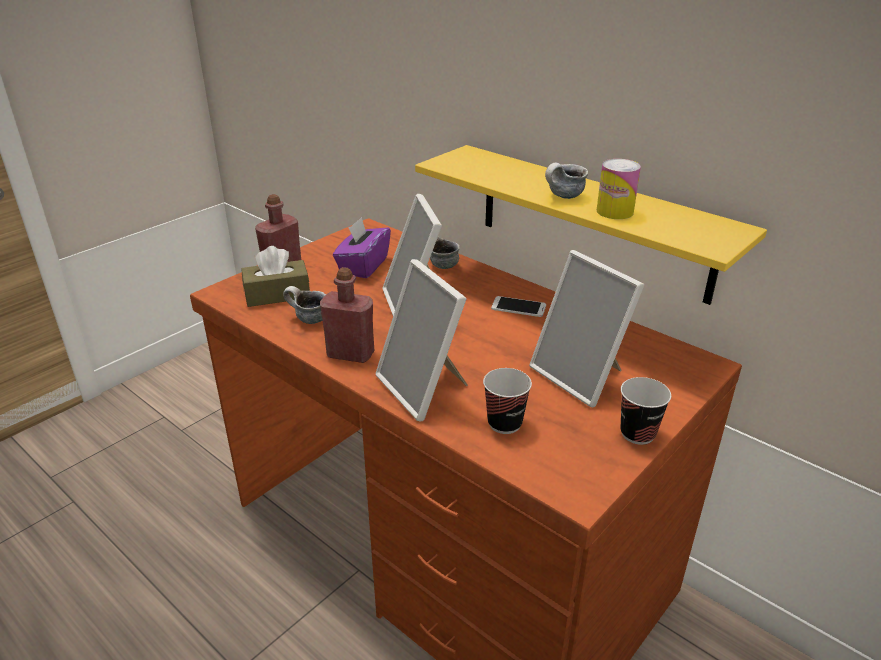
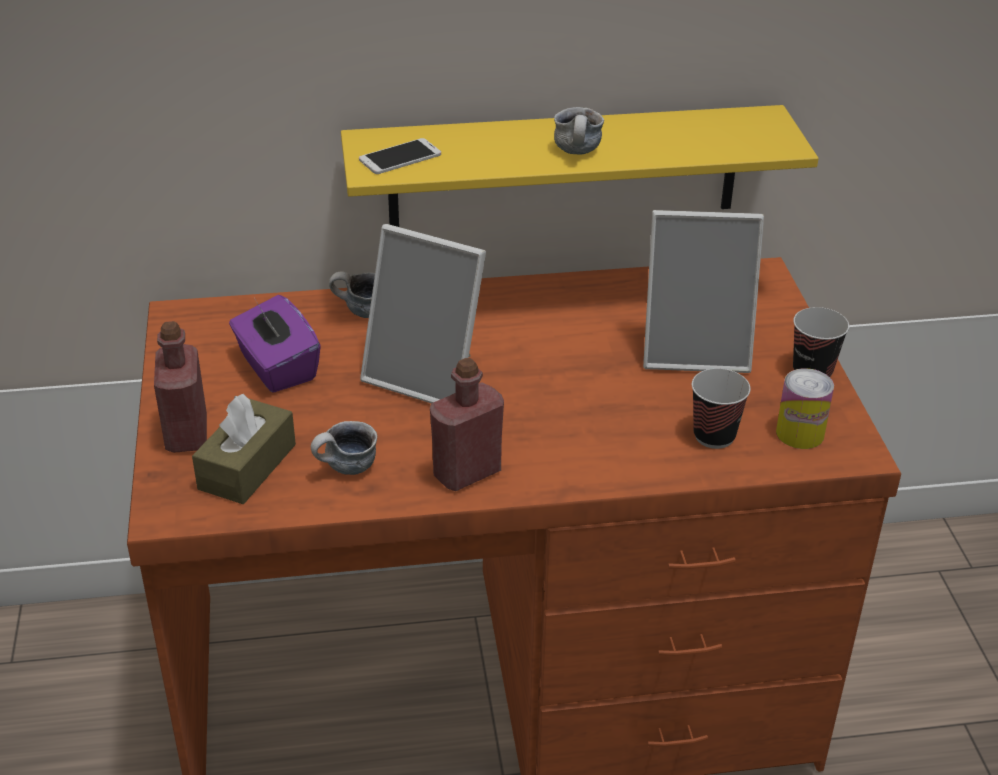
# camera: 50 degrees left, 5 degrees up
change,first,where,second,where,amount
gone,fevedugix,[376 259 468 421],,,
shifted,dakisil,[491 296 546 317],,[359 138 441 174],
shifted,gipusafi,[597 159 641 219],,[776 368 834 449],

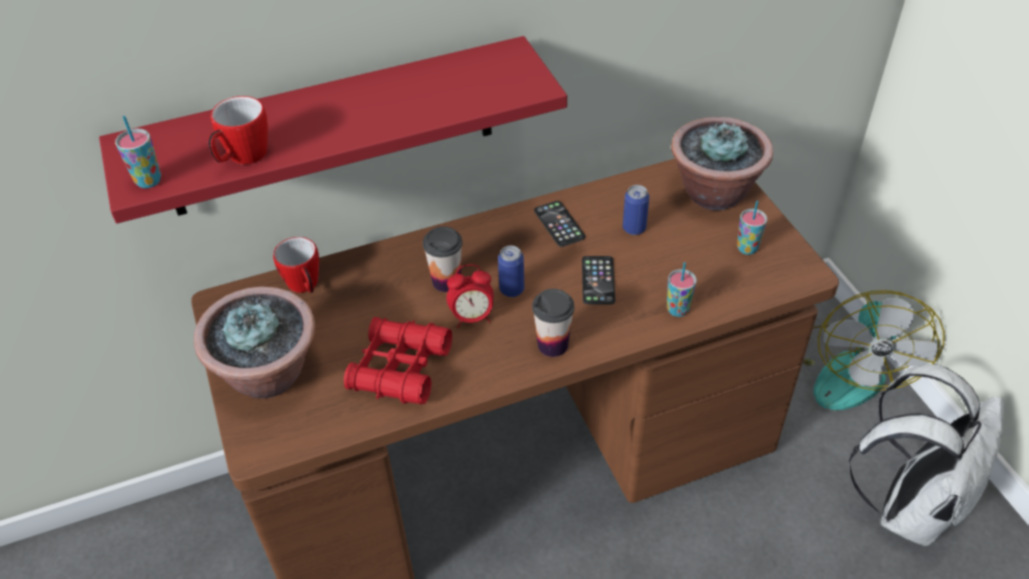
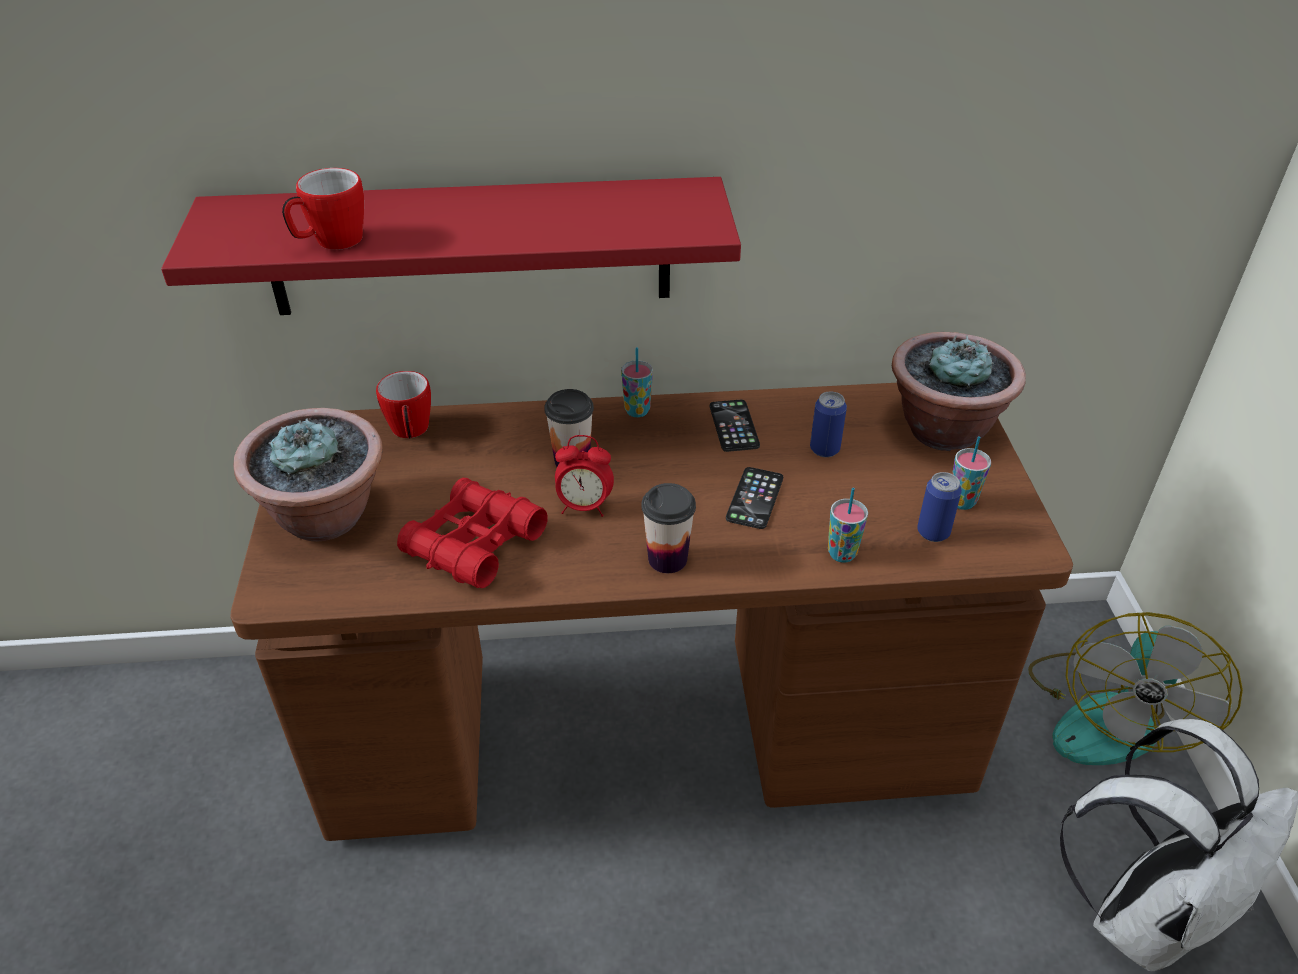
# camera: 15 degrees right, 5 degrees down
change,first,where,second,where,amount
shifted,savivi,[115 116 161 188],,[621 347 653 417],
shifted,gipusafi,[498 245 524 297],,[917 472 962 542],

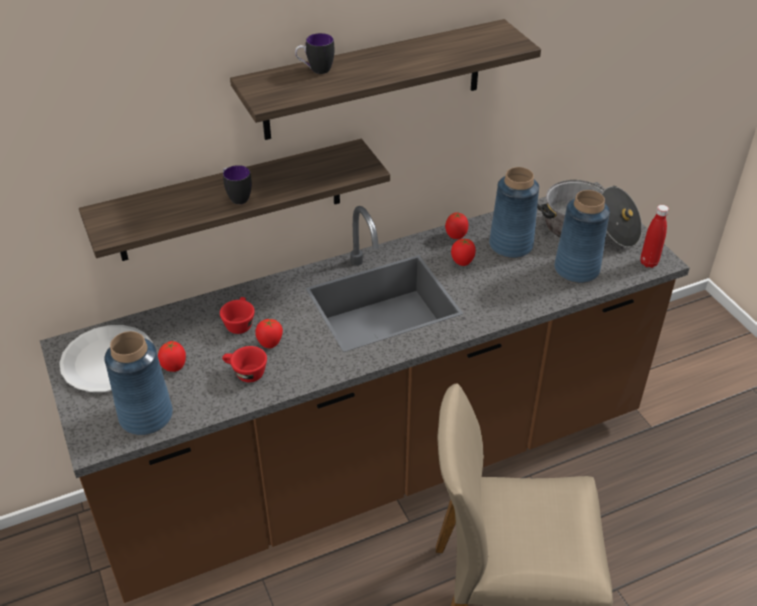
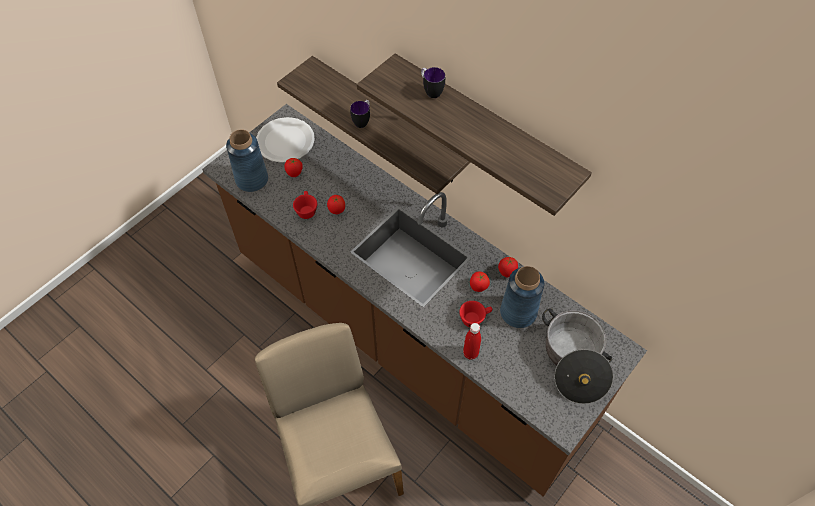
# camera: 65 degrees right, 15 degrees up
change,first,where,second,where,amount
gone,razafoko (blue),[554 190 610 283],,,
shifted,savivi (red),[220 297 255 334],,[459 301 492 327],
shifted,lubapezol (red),[640 205 669 268],,[463 323 481 360],

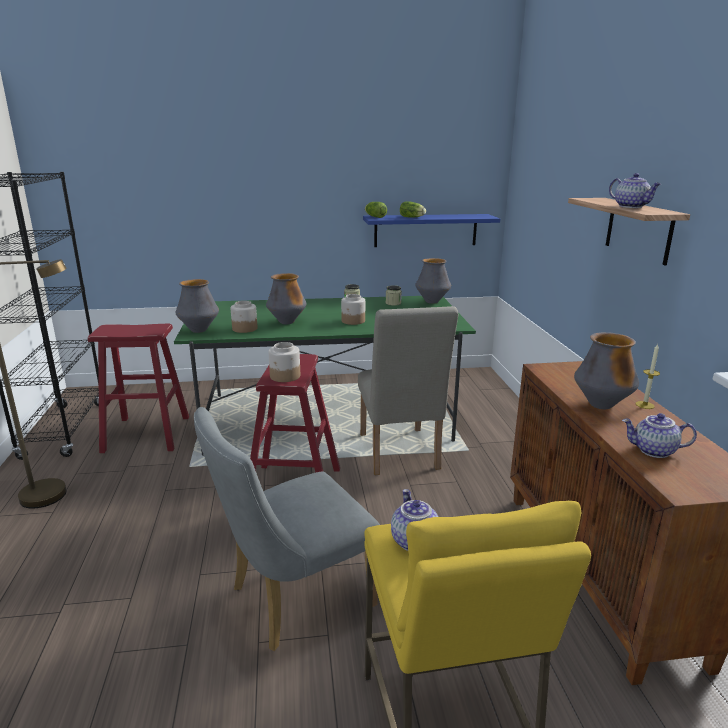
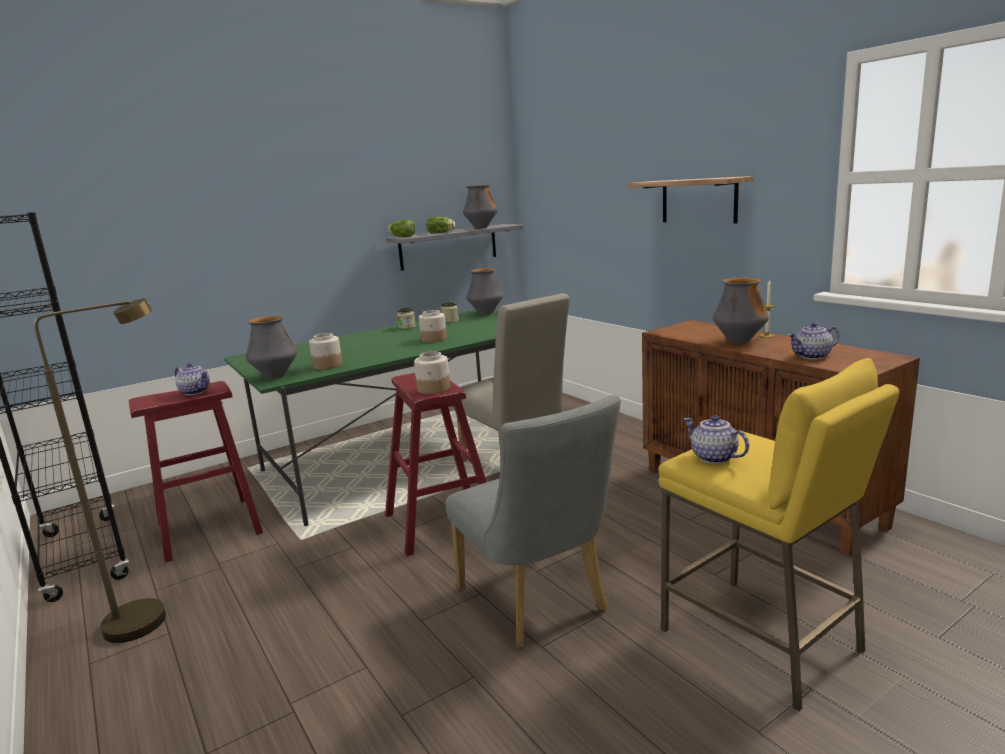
# camera: 25 degrees left, 5 degrees down
change,first,where,second,where,amount
shifted,razafoko,[266 273 306 324],,[463 185 498 229],
shifted,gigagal,[609 173 661 208],,[175 363 210 395],
repainted,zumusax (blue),[363 214 500 247],zumusax (grey),[386 224 524 271],
rotated,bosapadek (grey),[194 407 380 651],,[445 395 621 648],60 degrees counterclockwise

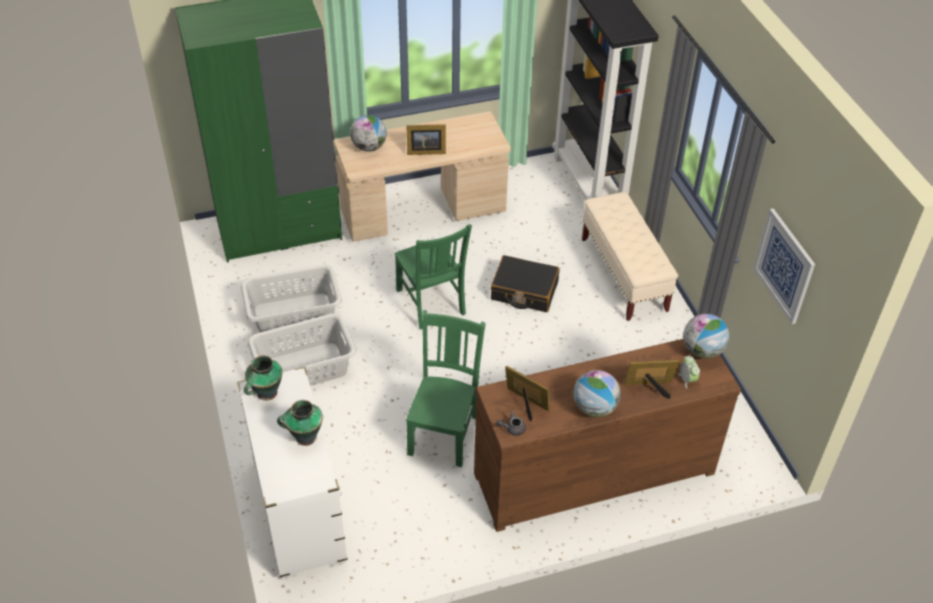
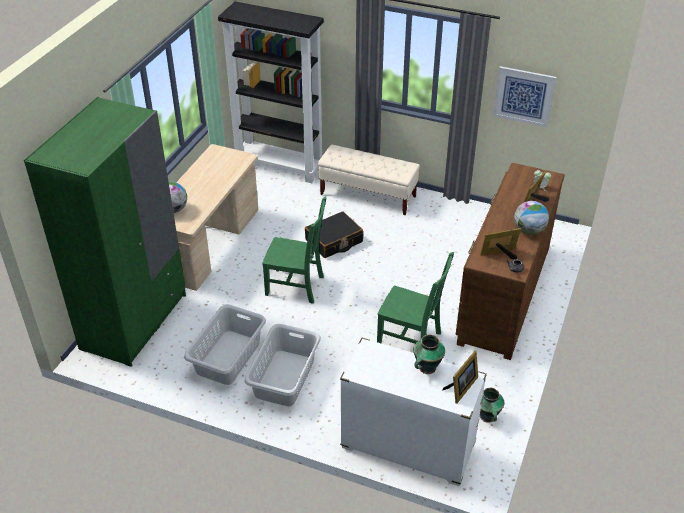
# camera: 50 degrees left, 5 degrees down
change,first,where,second,where,amount
gone,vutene,[683 314 729 359],,,
shifted,razafoko,[244 355 283 401],,[480 388 504 423],
shifted,fevedugix,[406 124 446 155],,[442 350 478 404],
rotated,bosapadek (green),[406 310 486 467],,[377 252 454 344],150 degrees clockwise

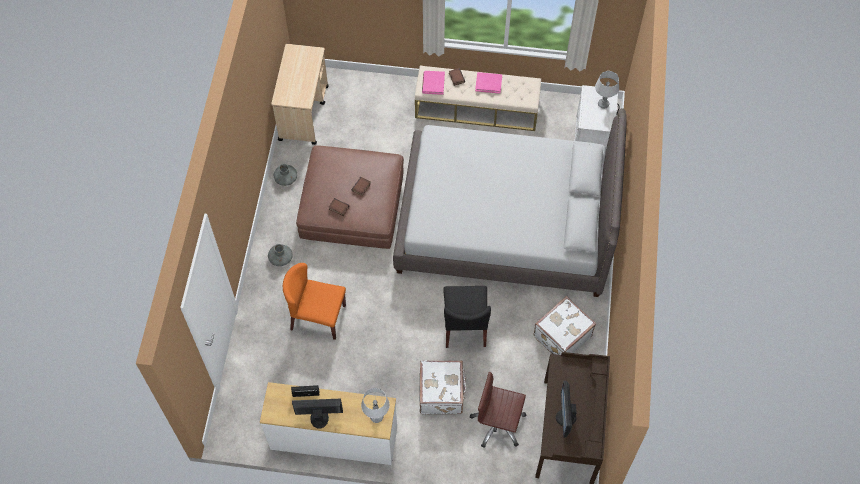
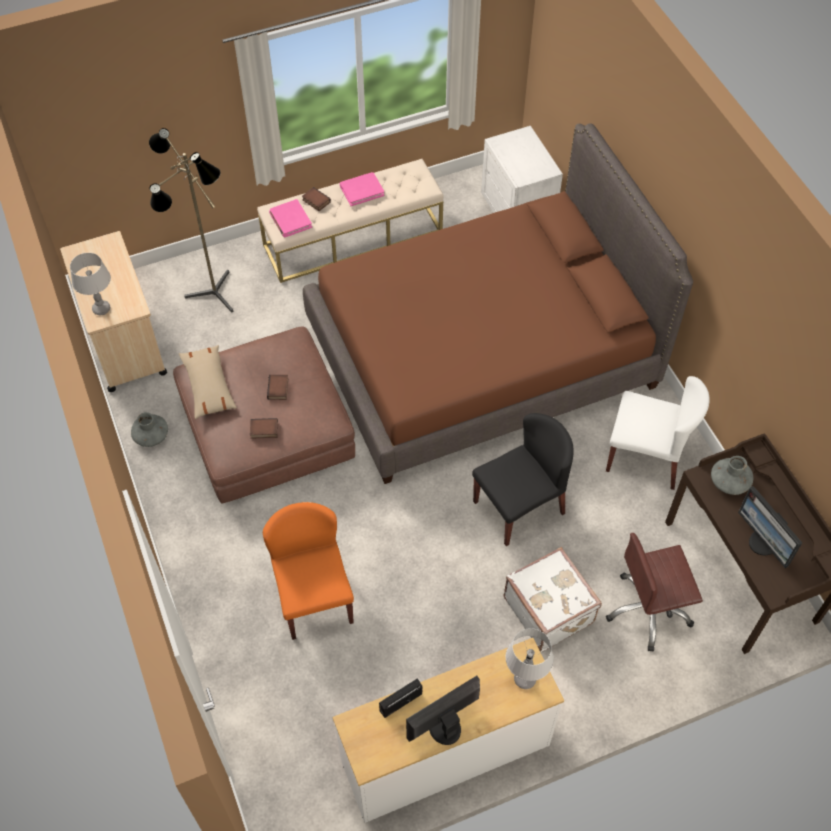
# camera: 30 degrees left, 5 degrees down
change,first,where,second,where,amount
new,,,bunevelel,[149 128 233 313],
new,,,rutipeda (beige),[179 345 237 419],
shifted,razafoko (grey),[268 244 293 266],,[711 456 753 495],
shifted,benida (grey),[595 71 619 109],,[70 253 111 315],
swapped,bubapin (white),[533 296 596 355],bosapadek (white),[606 376 710 490],
repainted,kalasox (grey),[393 108 627 297],kalasox (brown),[303 123 693 484],
rotated,bosapadek (orange),[283 263 346 340],,[263 502 354 640],90 degrees clockwise
rotated,bosapadek (black),[443 286 491 348],,[472 413 574 546],90 degrees counterclockwise

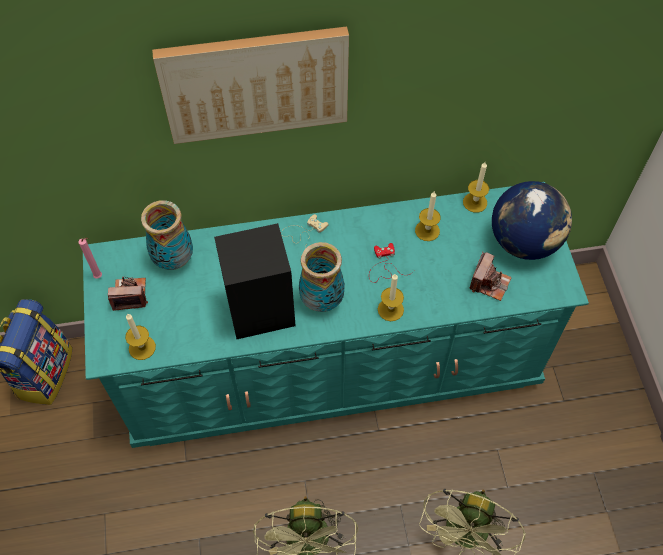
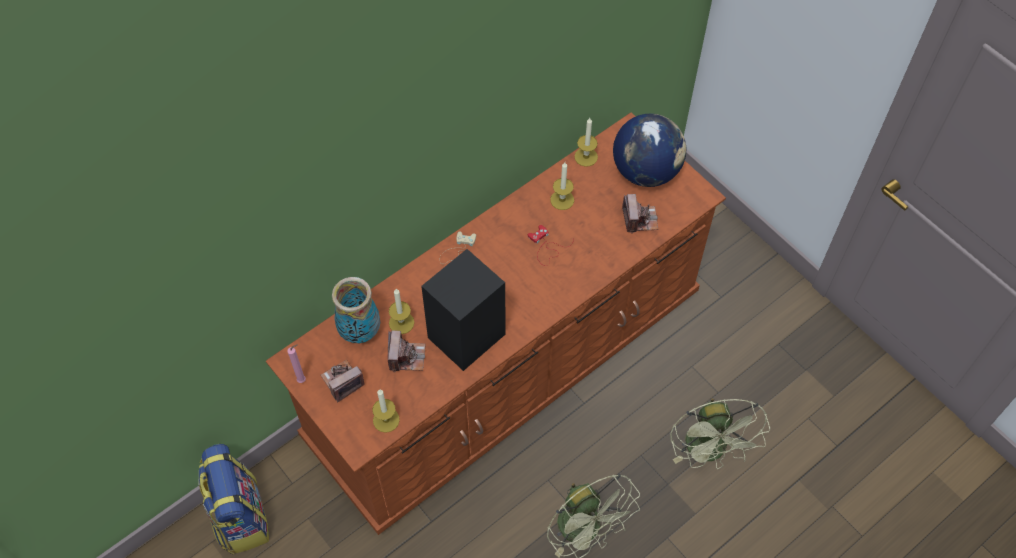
# camera: 30 degrees left, 0 degrees up
change,first,where,second,where,amount
gone,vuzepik,[152 26 349 144],,,
gone,razafoko,[299 242 345 312],,,
new,,,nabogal,[387 330 425 373],
shifted,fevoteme,[378 273 404 321],,[389 289 414 334],
repainted,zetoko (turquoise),[83 182 589 448],zetoko (brown),[266 112 726 535],

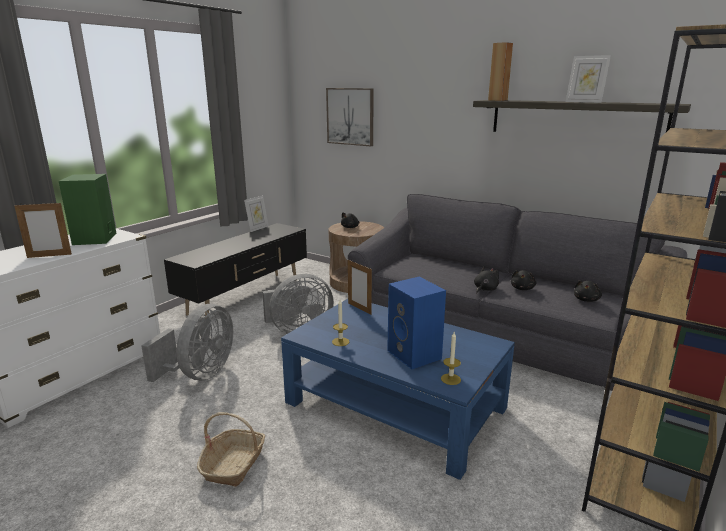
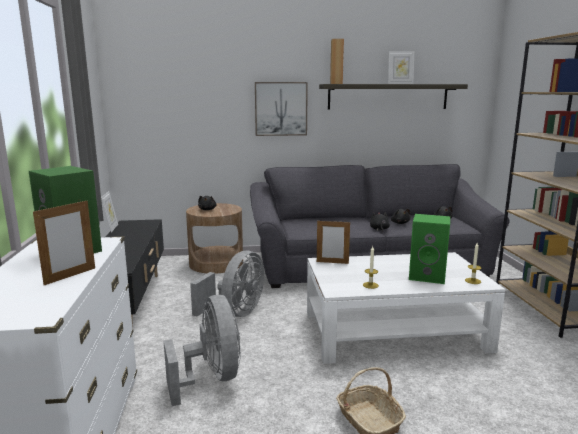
# camera: 40 degrees left, 5 degrees down
change,first,where,second,where,amount
shifted,vuzepik,[326 88 374 146],,[255 82 308 136],
repainted,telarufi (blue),[281 299 515 480],telarufi (white),[307 252 505 364],
repainted,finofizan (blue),[387 277 446 369],finofizan (green),[409 214 450 284],

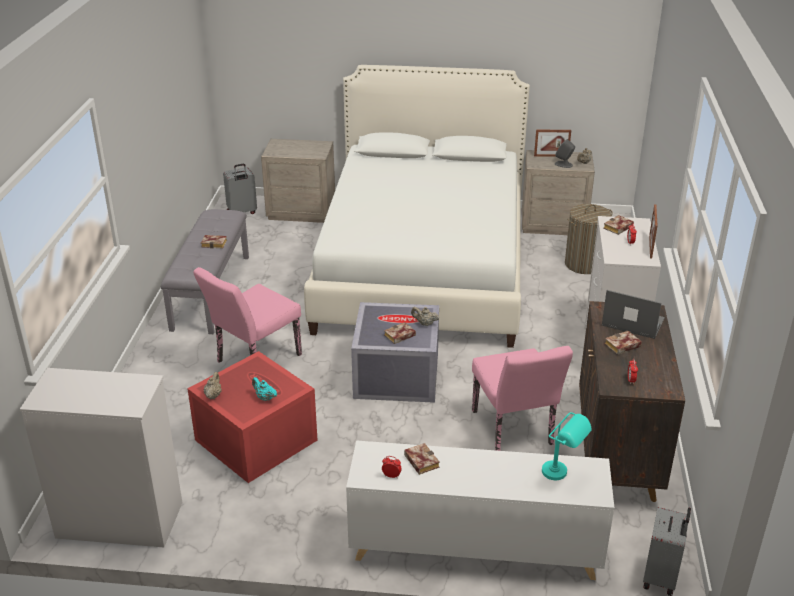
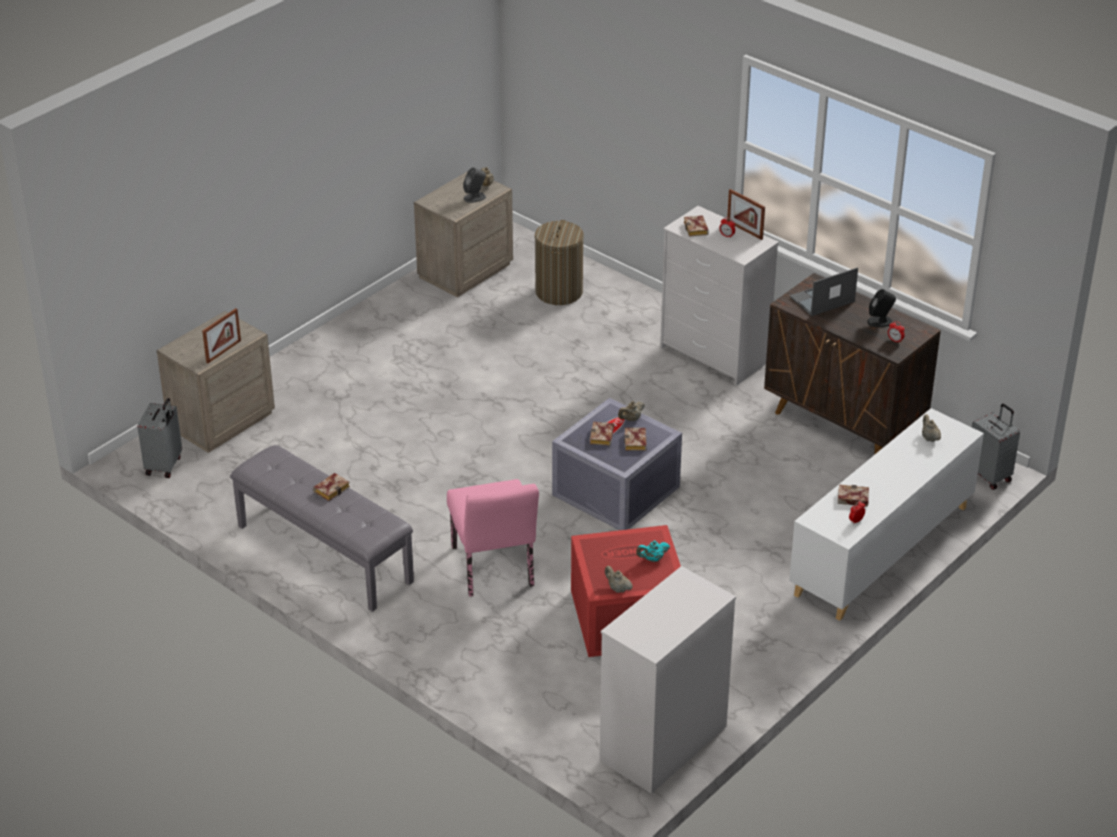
# camera: 55 degrees left, 5 degrees up
change,first,where,second,where,amount
gone,kalasox (white),[304 65 530 348],,,
gone,bosapadek (pink),[472 346 573 451],,,
new,,,finofizan (black),[867 289 896 327],
shifted,fevedugix,[534 130 571 157],,[202 308 241 364],
shifted,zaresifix,[604 331 642 355],,[590 422 614 446],
swapped,benida (turquoise),[542 412 592 480],gigagal (beige),[922 414 941 442],

